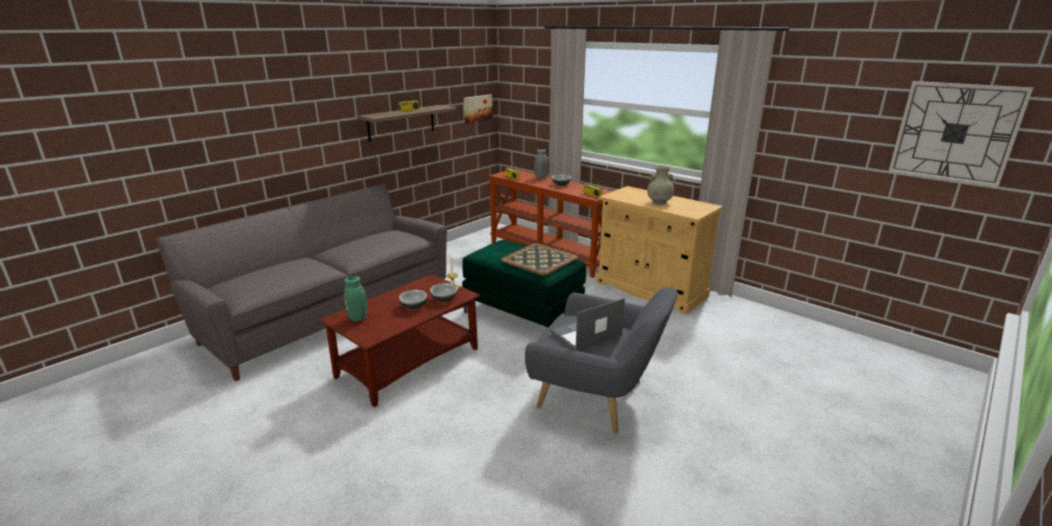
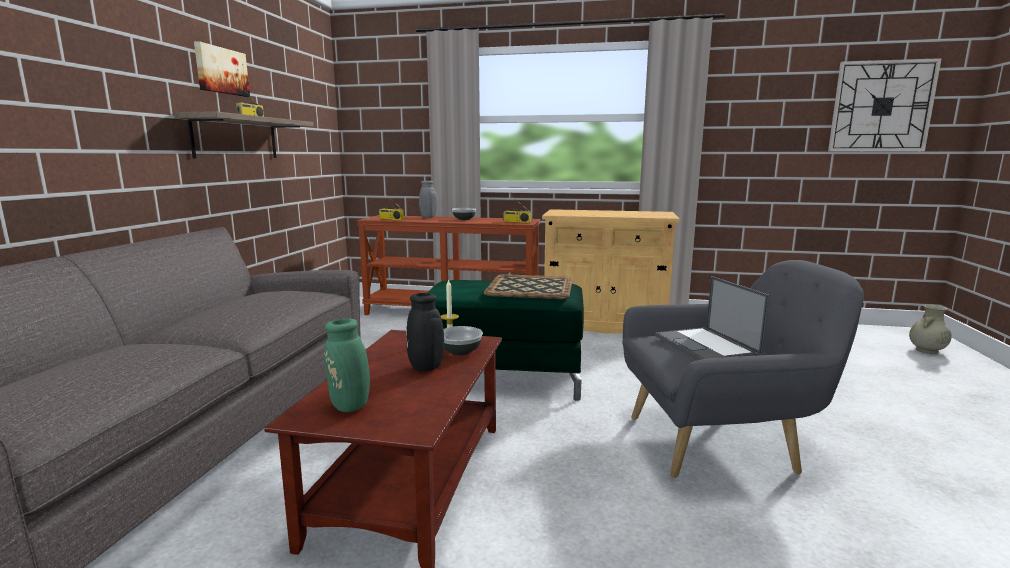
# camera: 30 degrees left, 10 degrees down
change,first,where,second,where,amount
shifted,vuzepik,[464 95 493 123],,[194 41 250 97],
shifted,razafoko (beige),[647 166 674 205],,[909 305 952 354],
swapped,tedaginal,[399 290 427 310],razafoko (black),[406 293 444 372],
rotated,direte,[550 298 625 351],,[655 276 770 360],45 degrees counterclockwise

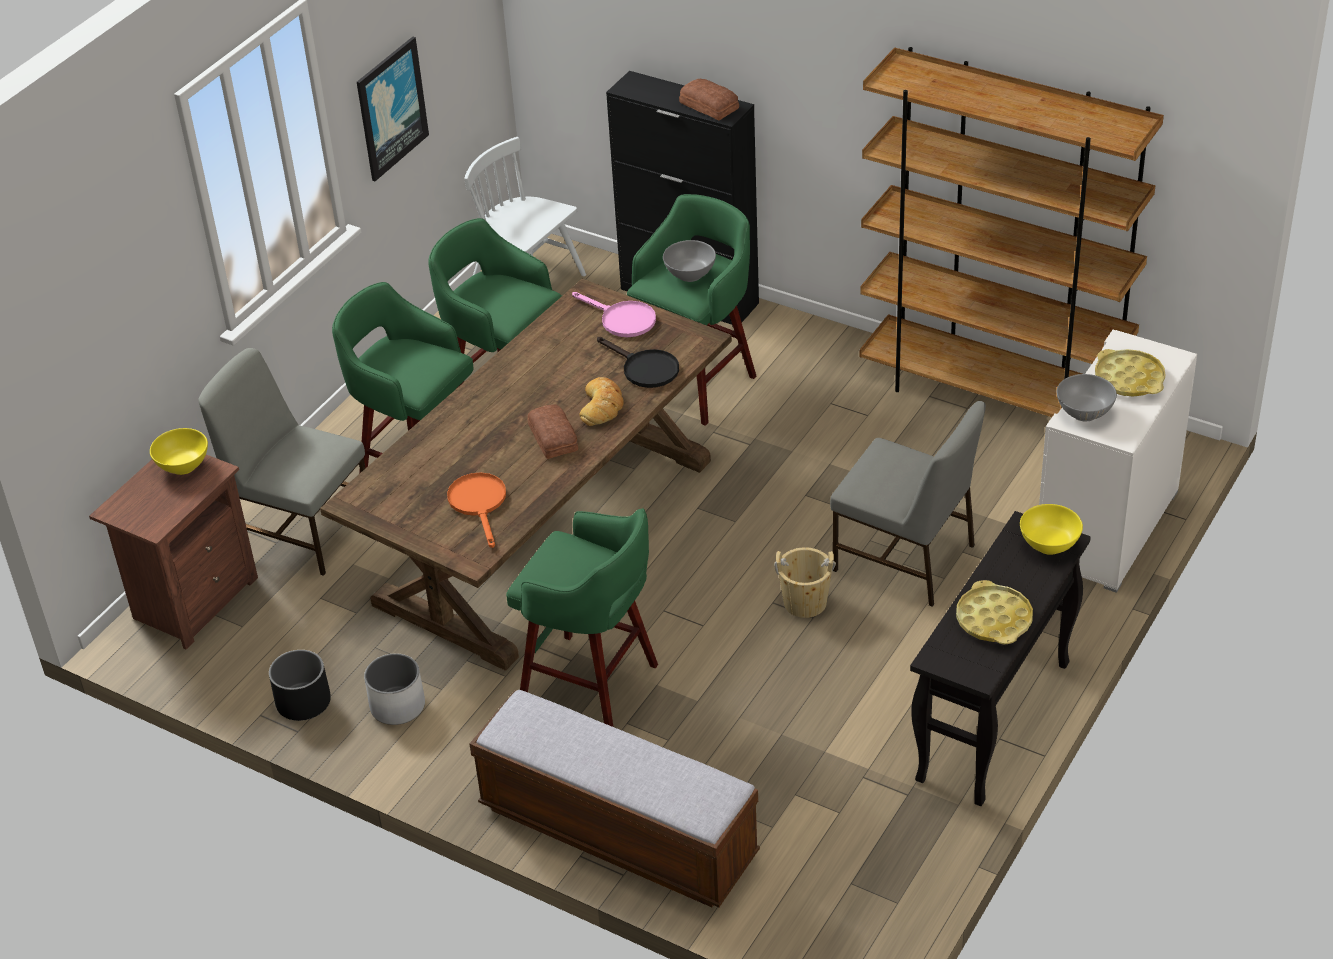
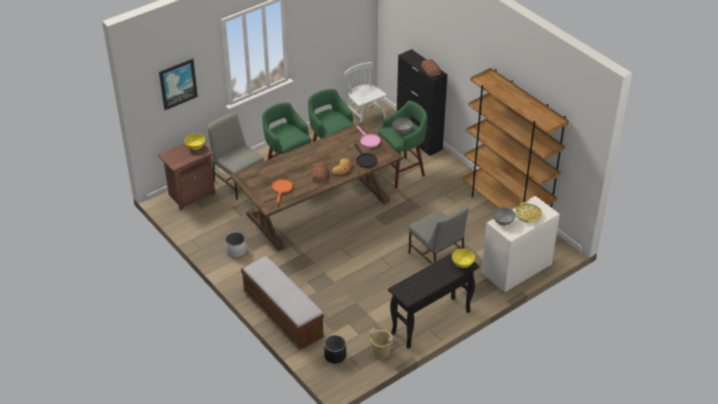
# camera: 20 degrees right, 0 degrees up
change,first,where,second,where,amount
gone,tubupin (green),[506 508 658 727],,,
gone,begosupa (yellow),[956 580 1033 644],,,
shifted,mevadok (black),[269 650 331 721],,[324 335 346 364],
shifted,vuzepik,[357 37 429 181],,[159 58 198 110],
shifted,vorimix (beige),[774 547 836 618],,[370 329 393 359],

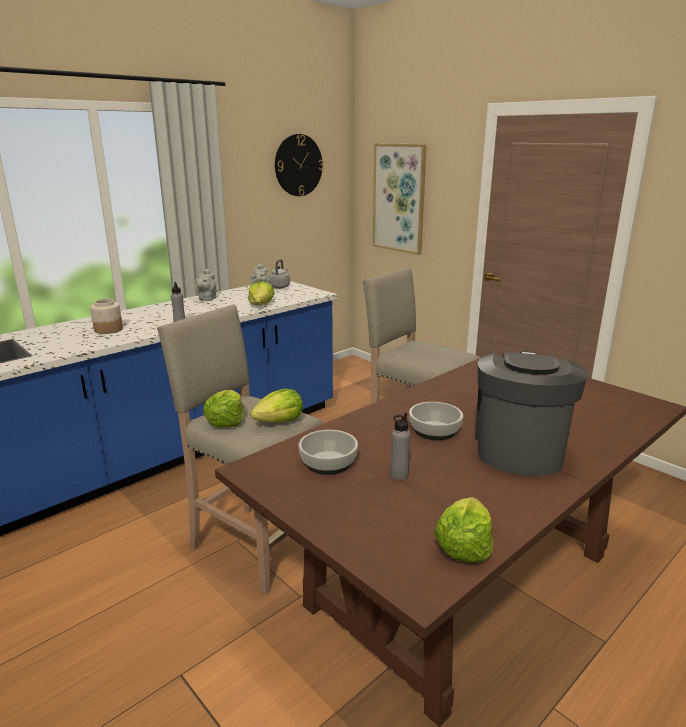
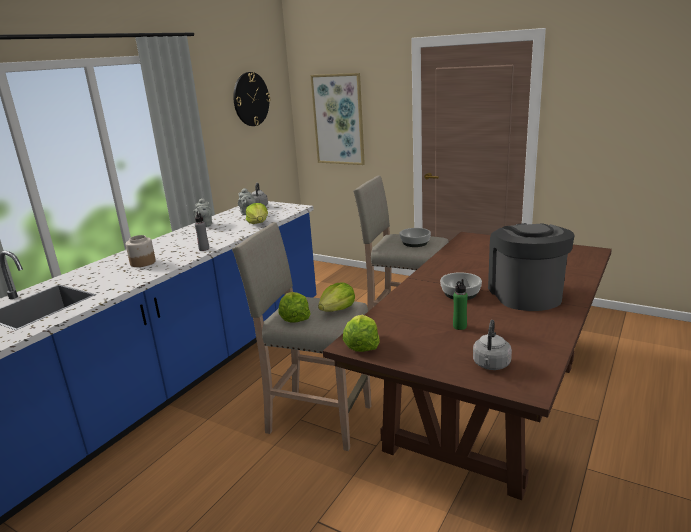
# camera: 15 degrees left, 0 degrees up
change,first,where,second,where,amount
new,,,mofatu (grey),[473 320 512 370],
shifted,tedaginal,[298 430 358 475],,[400 228 431 247],
shifted,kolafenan,[434 497 493 563],,[342 315 380 352],
repainted,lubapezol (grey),[390 413 411 480],lubapezol (green),[453 279 468 330],

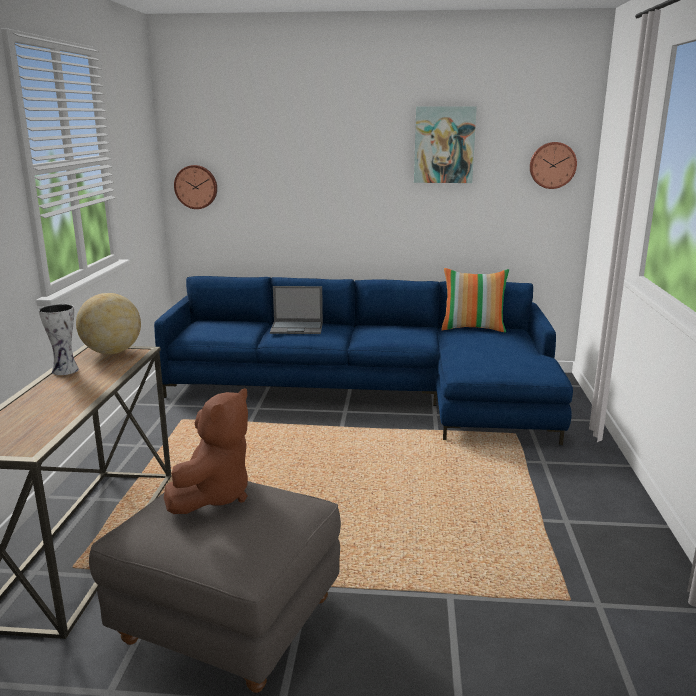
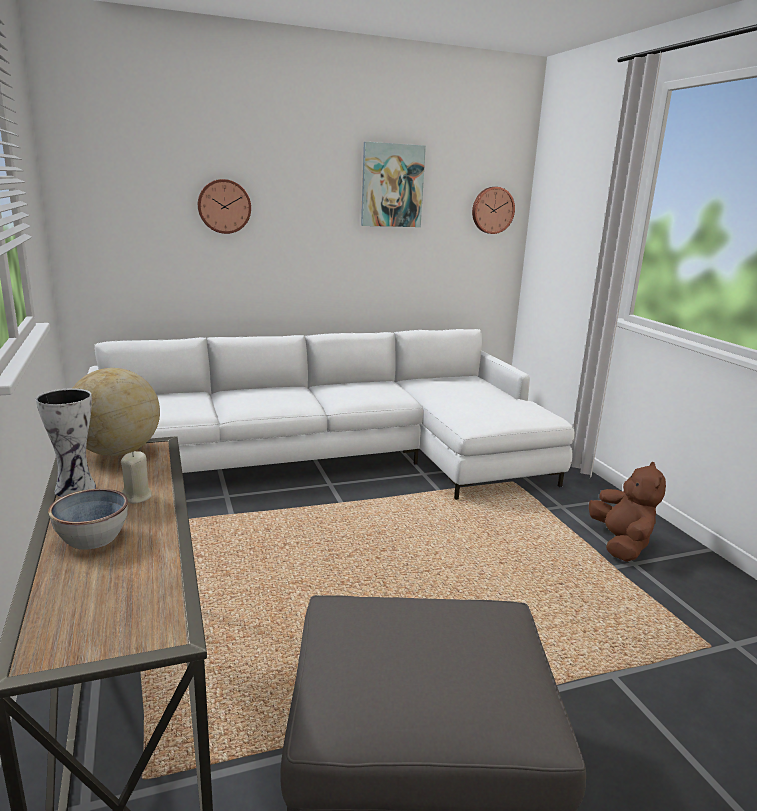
# camera: 25 degrees left, 0 degrees up
change,first,where,second,where,amount
gone,direte,[270 286 323 334],,,
gone,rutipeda,[442 268 509 333],,,
new,,,tedaginal,[48 489 128 550],
new,,,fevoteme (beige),[121 451 152 504],
shifted,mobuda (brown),[164 388 248 514],,[589 462 666 562],
shifted,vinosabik,[174 165 217 209],,[198 179 251 234],
repainted,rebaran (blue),[154 276 573 445],rebaran (white),[88 329 575 500],

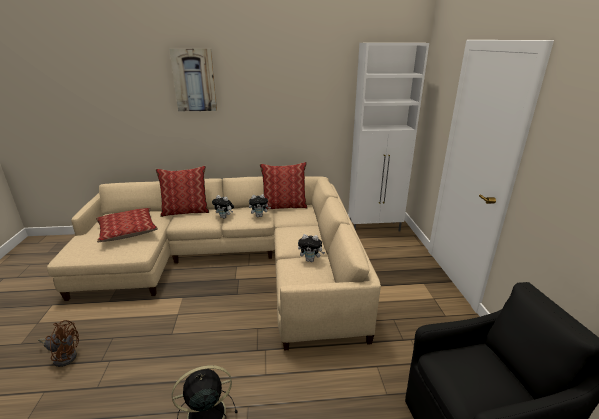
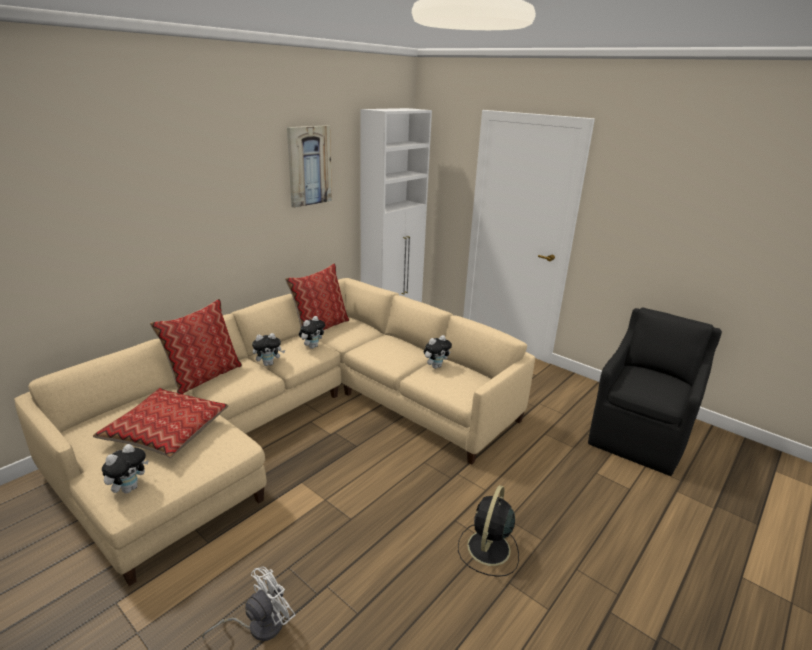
# camera: 45 degrees left, 0 degrees up
change,first,where,second,where,amount
new,,,mobuda,[102 444 149 493],
shifted,vuzepik,[169 49 217 111],,[287 125 332 208],
repainted,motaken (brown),[38 320 79 367],motaken (white),[202 567 295 641],

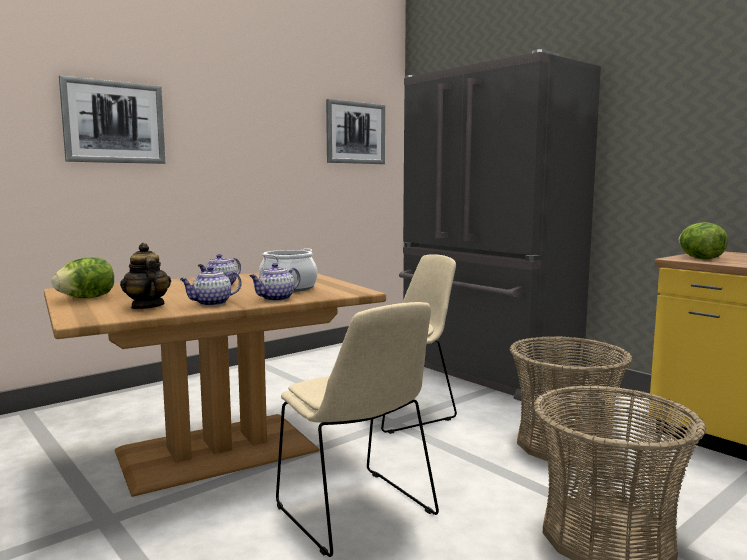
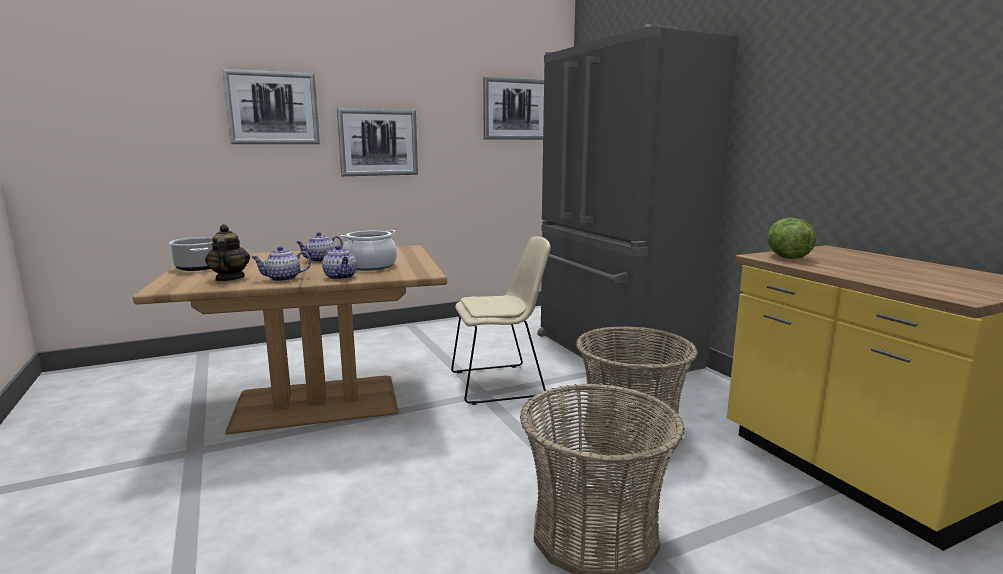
# camera: 15 degrees right, 5 degrees up
change,first,where,second,where,amount
gone,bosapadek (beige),[276 302 439 557],,,
new,,,vuzepik,[337 108 418 176],
swapped,kolafenan,[52 257 114 298],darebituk,[169 237 213 271],
rotated,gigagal,[250 263 300 301],,[322 245 357 280],90 degrees counterclockwise

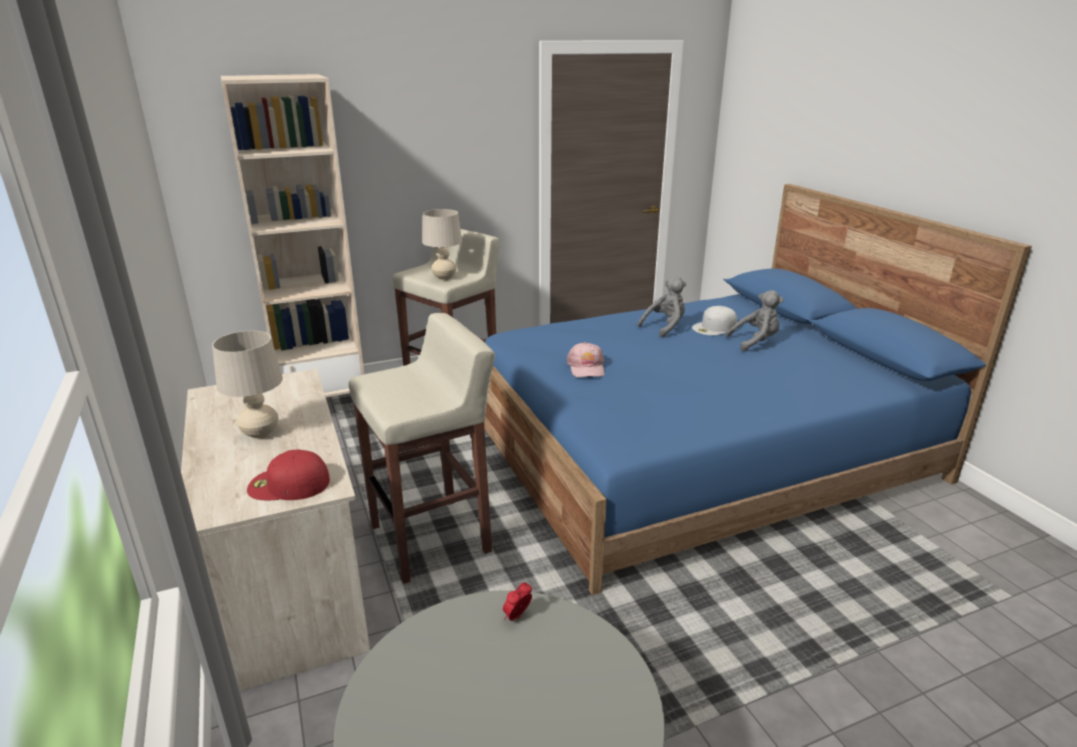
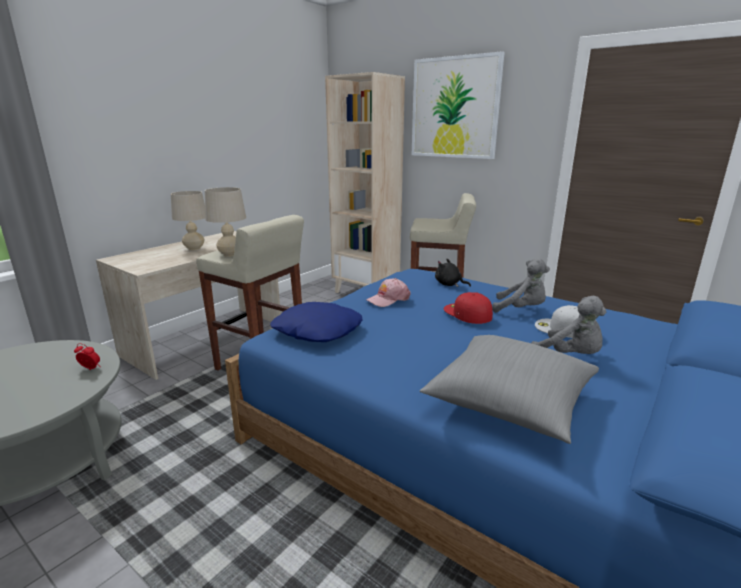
# camera: 60 degrees right, 5 degrees down
change,first,where,second,where,amount
new,,,rutipeda (blue),[270 302 363 342],
new,,,vuzepik,[412 51 505 159],
new,,,rutipeda (grey),[420 335 599 444],
new,,,mobuda (black),[435 259 471 287],
shifted,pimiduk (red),[247 449 330 500],,[444 292 493 324],
shifted,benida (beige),[422 209 462 280],,[205 187 246 257],

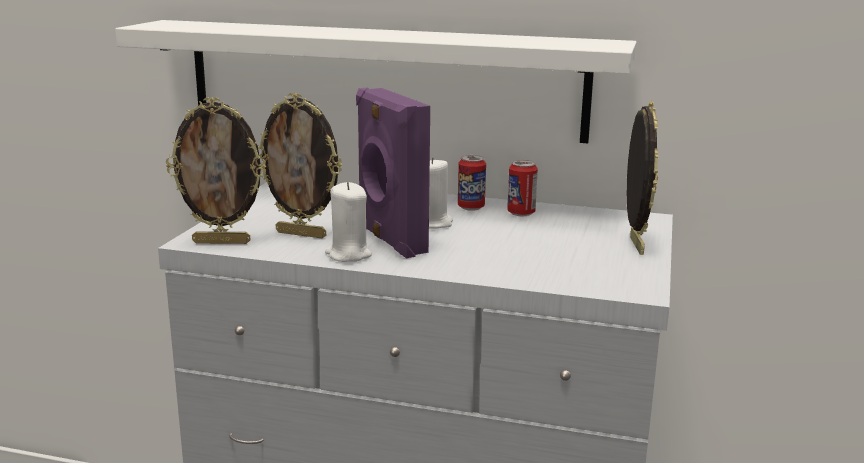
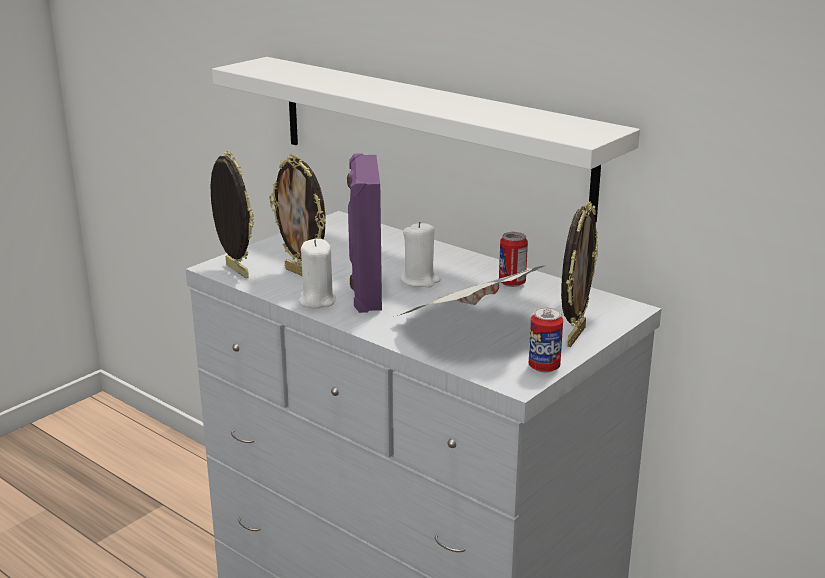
# camera: 25 degrees right, 5 degrees up
change,first,where,second,where,amount
new,,,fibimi,[397 265 546 316],
shifted,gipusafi,[458 155 486 211],,[529 307 563 373],
rotated,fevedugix,[166 97 266 244],,[211 150 254 278],150 degrees counterclockwise

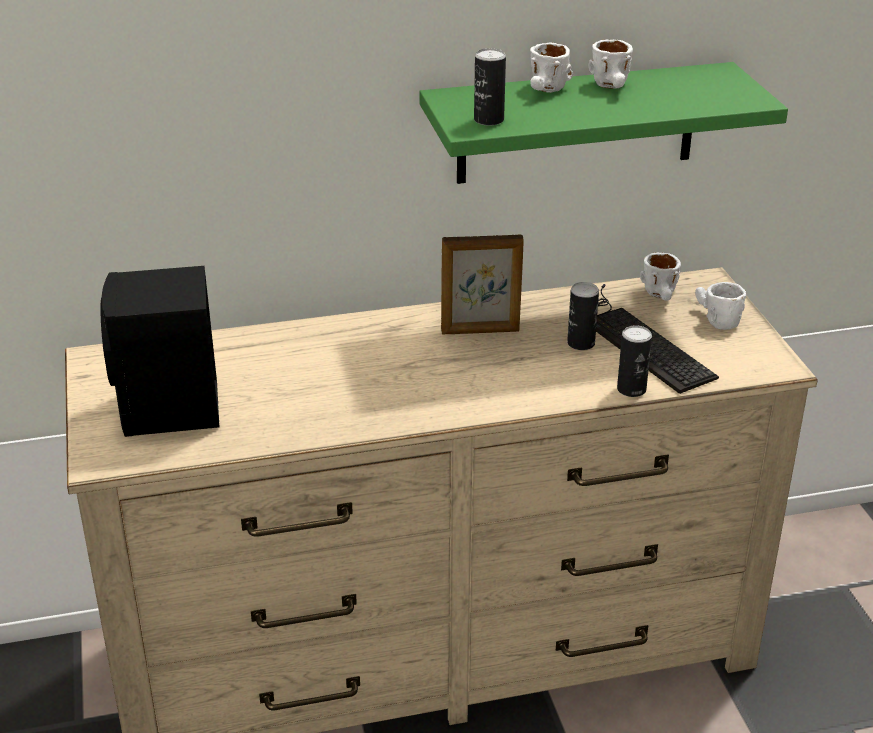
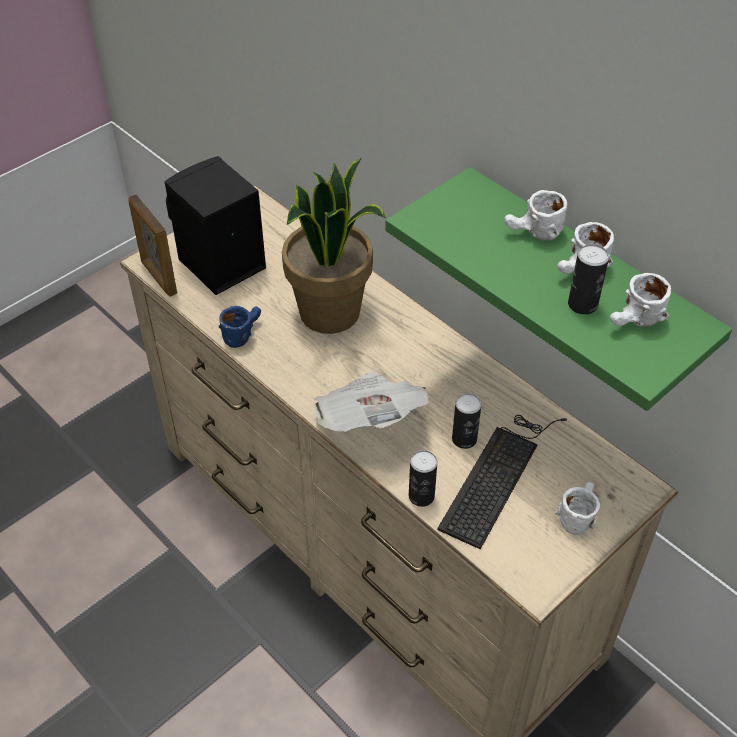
# camera: 60 degrees right, 15 degrees up
change,first,where,second,where,amount
new,,,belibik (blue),[219 306 261 348],
new,,,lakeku,[282 158 386 334],
new,,,fibimi,[313 372 429 432],
shifted,fevedugix,[441 234 524 334],,[128 195 177 297],
shifted,gipusafi,[474 48 506 126],,[568 244 609 315],
shifted,belibik (white),[640 252 681 301],,[610 273 671 327],

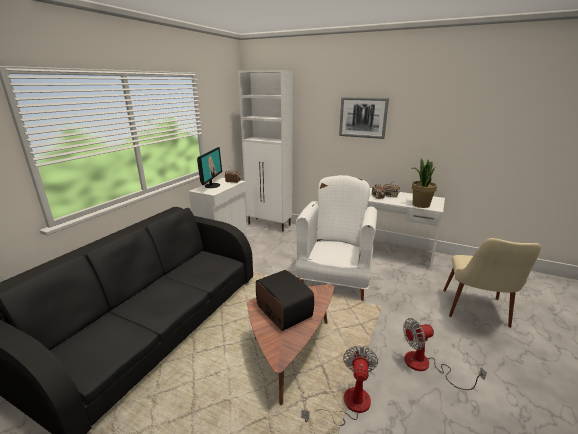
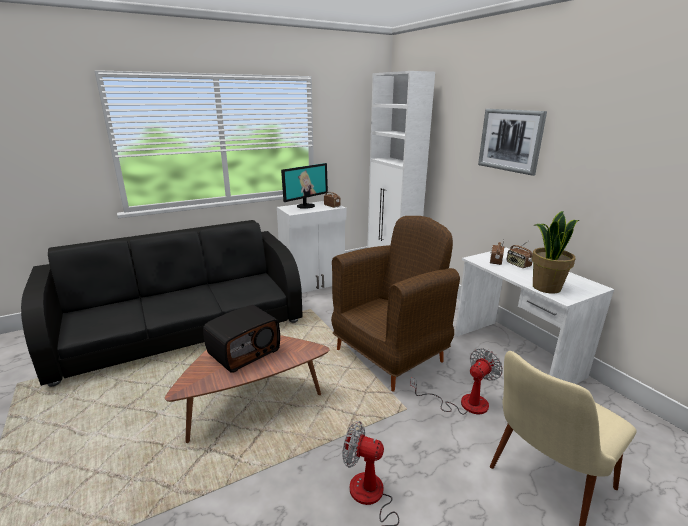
# camera: 35 degrees right, 0 degrees up
change,first,where,second,where,amount
shifted,motaken,[301 345 378 426],,[410 348 503 415],
repainted,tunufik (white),[295 175 377 301],tunufik (brown),[331 216 460 392],
rotated,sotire,[256 270 314 331],,[203 305 280 373],45 degrees clockwise

